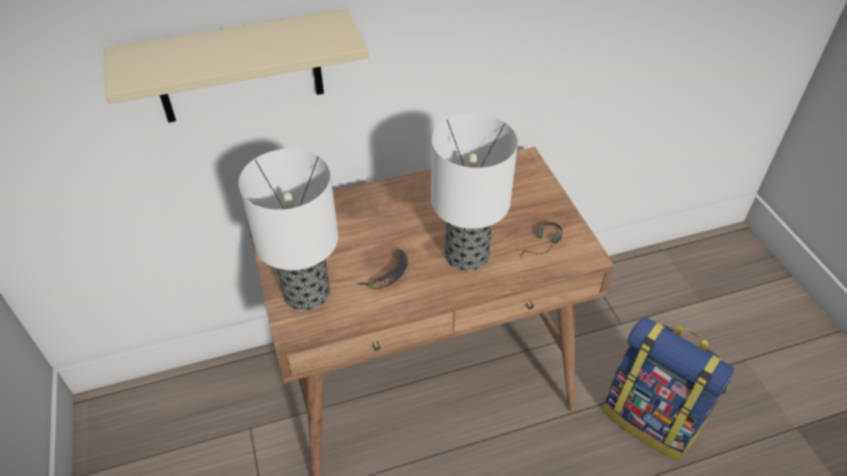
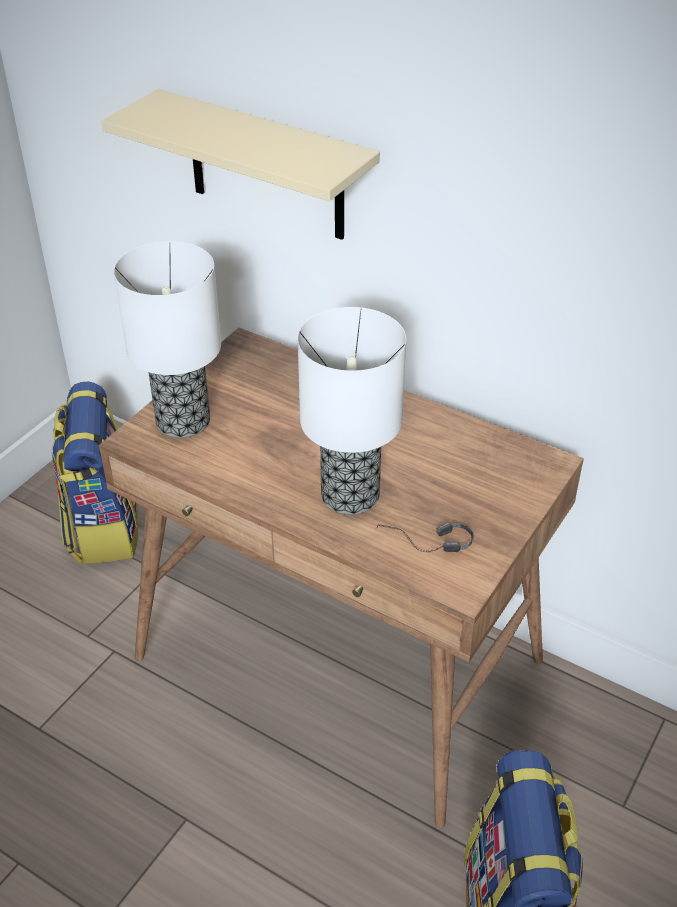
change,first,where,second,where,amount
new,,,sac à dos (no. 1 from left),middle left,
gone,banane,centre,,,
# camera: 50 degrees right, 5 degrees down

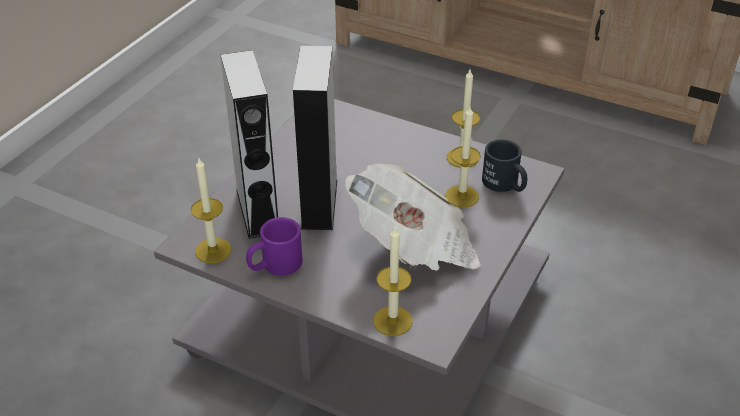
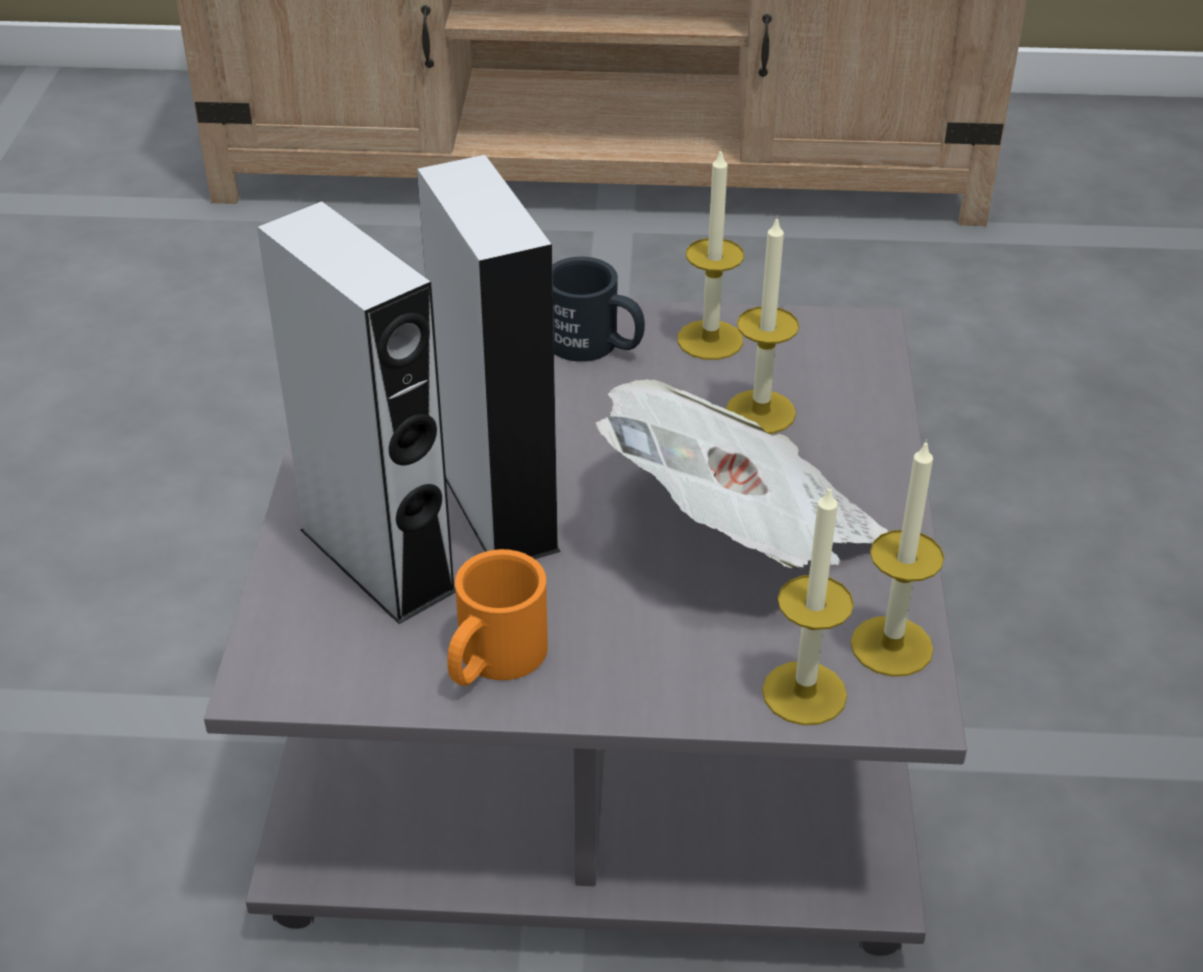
change,first,where,second,where,amount
repainted,mug [violet],centre,mug [orange],centre,
shifted,mug [noir],middle right,,top centre,
shifted,bougie (no. 1 from left in the first image),middle left,bougie (no. 4 from left),middle right,
# camera: 25 degrees left, 0 degrees up

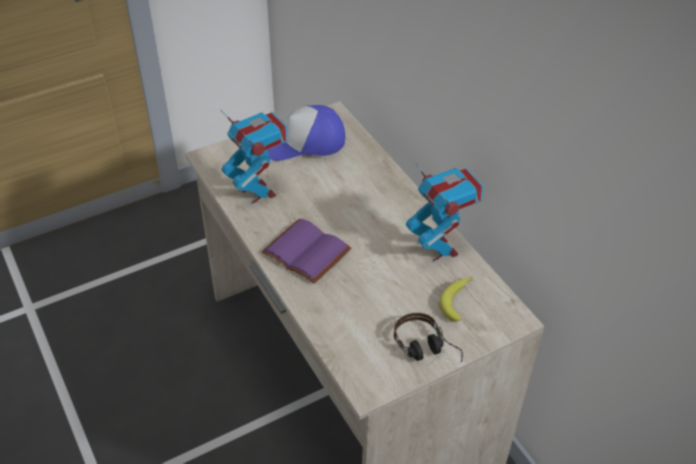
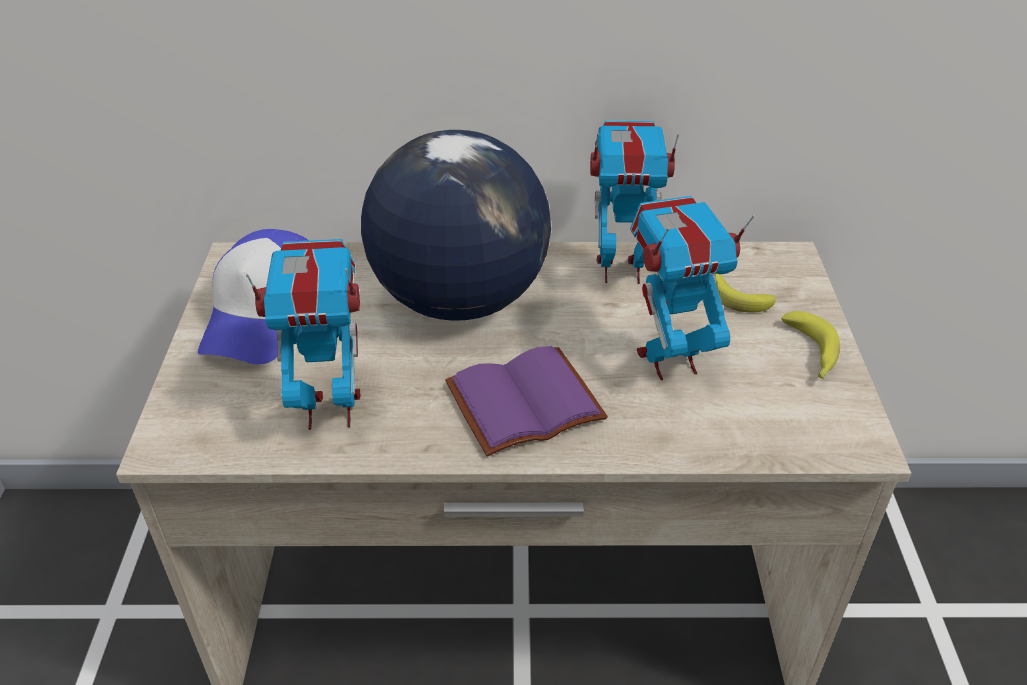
change,first,where,second,where,amount
new,,,globe,top centre,
new,,,robot jouet (no. 3 from left),middle right,
swapped,casque audio,bottom centre,banane (no. 2 from left),middle right,
# camera: 60 degrees left, 5 degrees down

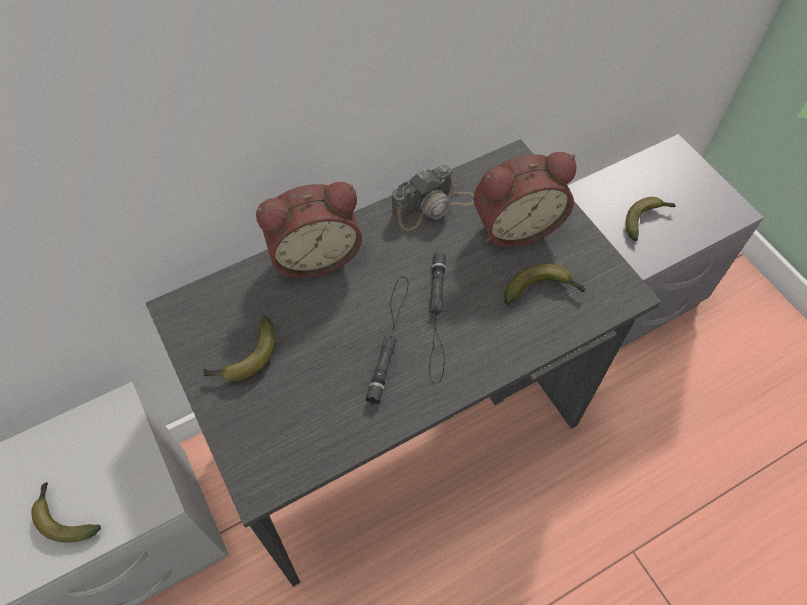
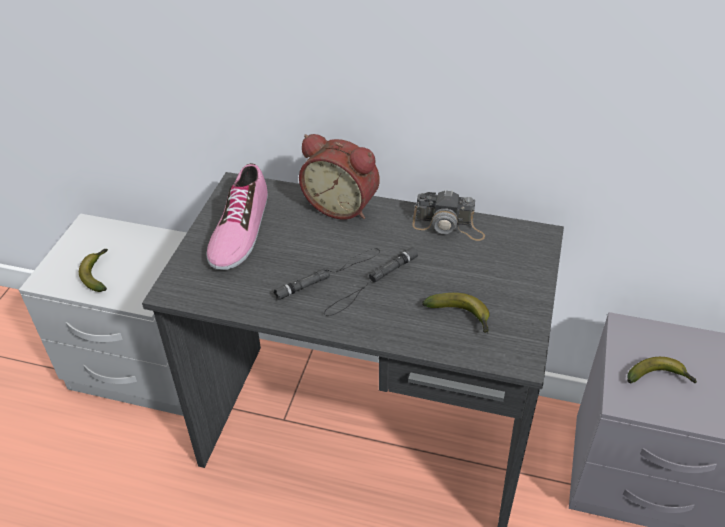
change,first,where,second,where,amount
swapped,banane (no. 2 from left),middle left,chaussure,middle left,
gone,réveil (no. 2 from left),top centre,,,
# camera: 45 degrees right, 15 degrees down

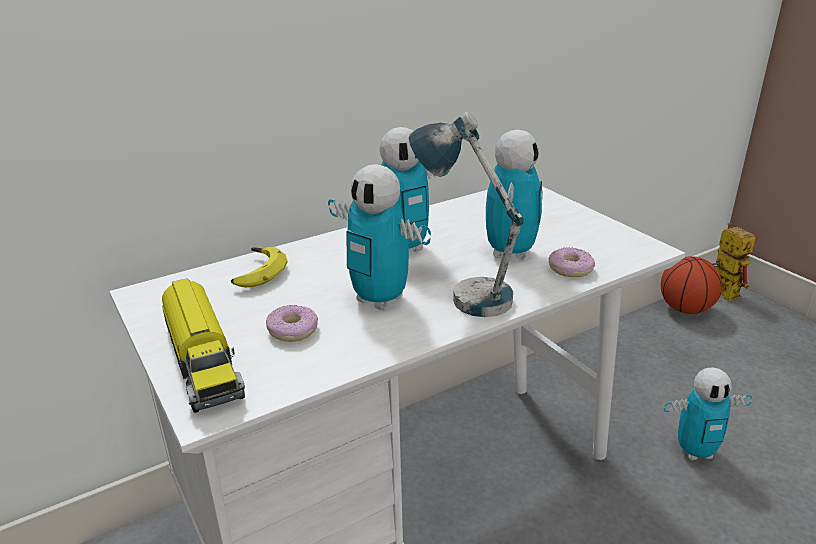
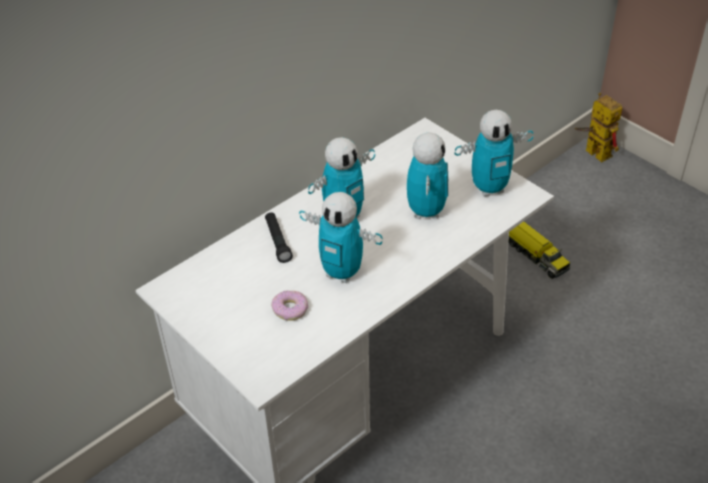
change,first,where,second,where,amount
new,,,lampe de poche [noir],centre,
shifted,robot jouet (no. 4 from left),bottom right,,top right,
shifted,camion jouet,middle left,,middle right,
gone,banane,middle left,,,
gone,lampe de table,centre,,,
gone,beignet (no. 2 from left),middle right,,,
gone,ballon de basket,middle right,,,
# camera: 10 degrees left, 15 degrees up

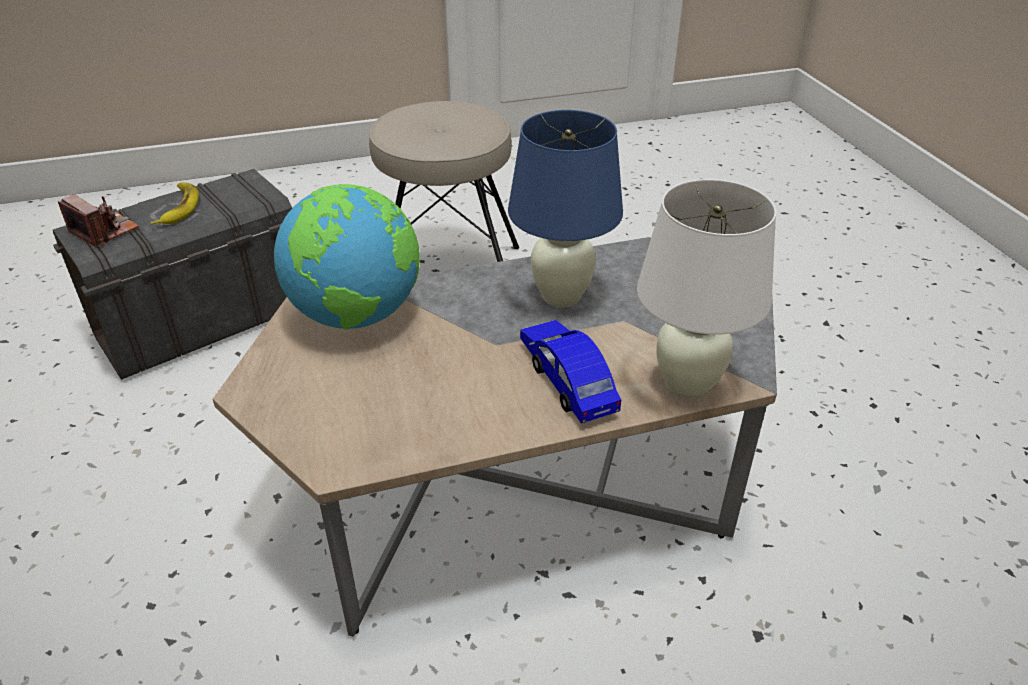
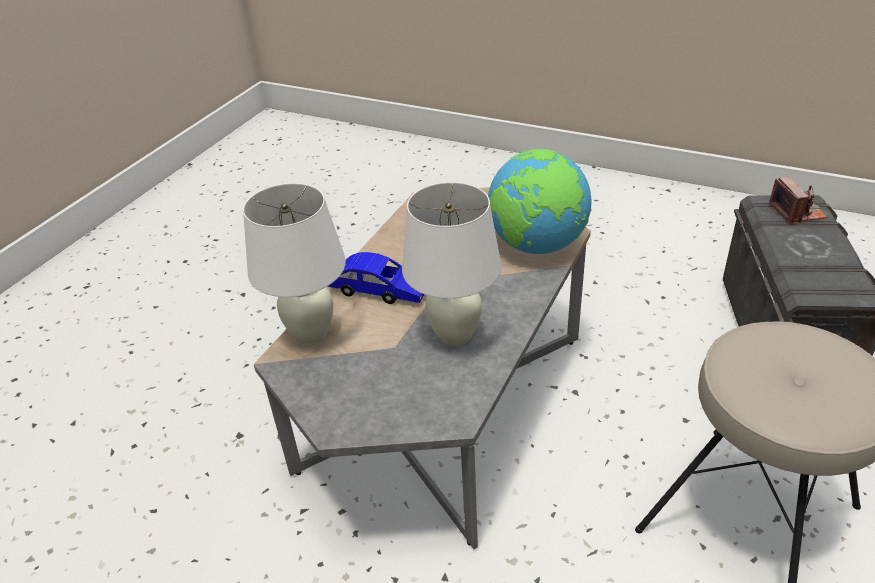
change,first,where,second,where,amount
repainted,lampe de table [bleu],top centre,lampe de table [blanc] (no. 2 from left),centre,
rotated,appareil photo,top left,,middle right,90 degrees counterclockwise
gone,banane,top left,,,
# camera: 135 degrees right, 0 degrees up

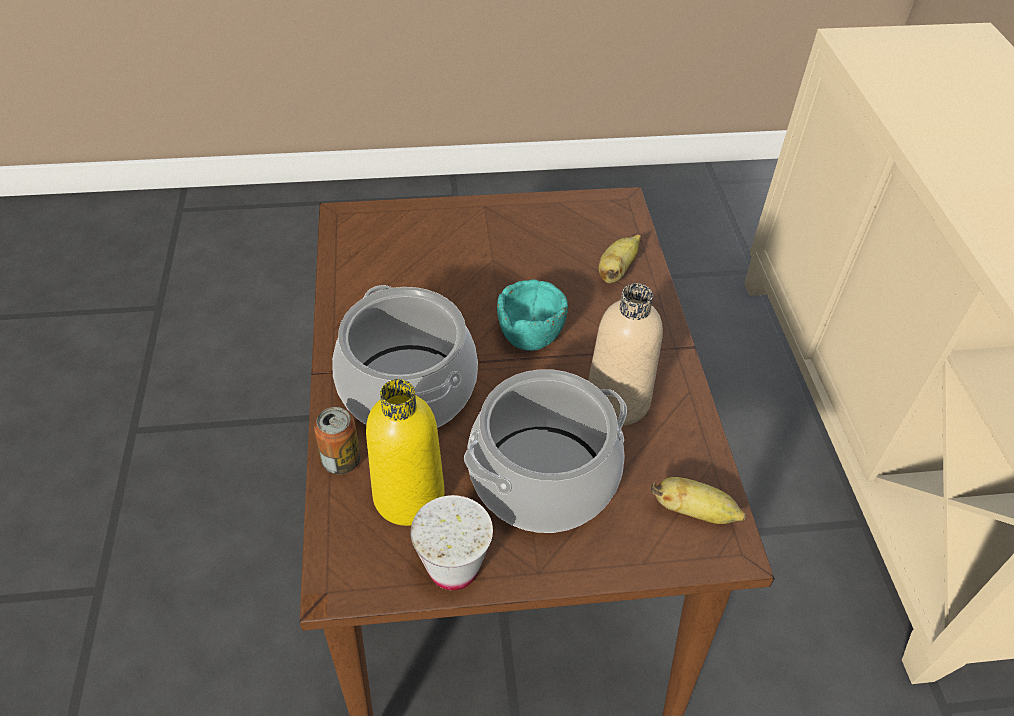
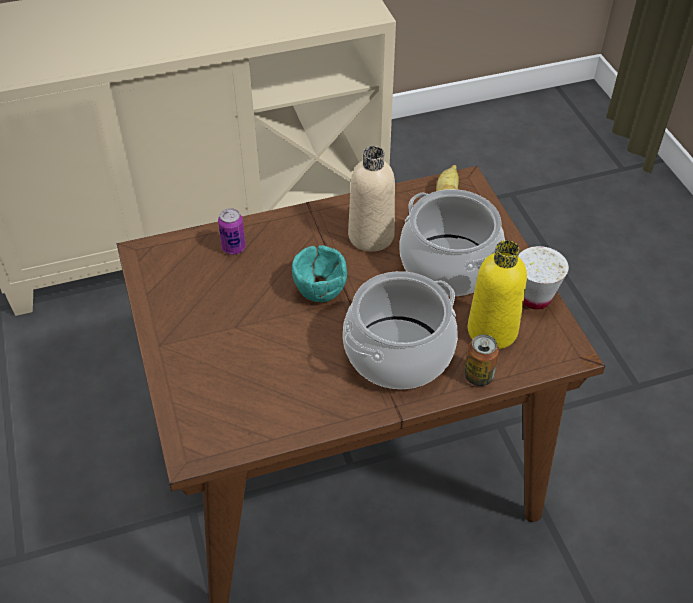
change,first,where,second,where,amount
swapped,banane (no. 1 from left),centre,boîte métallique (no. 1 from left),centre,
# camera: 100 degrees left, 0 degrees up

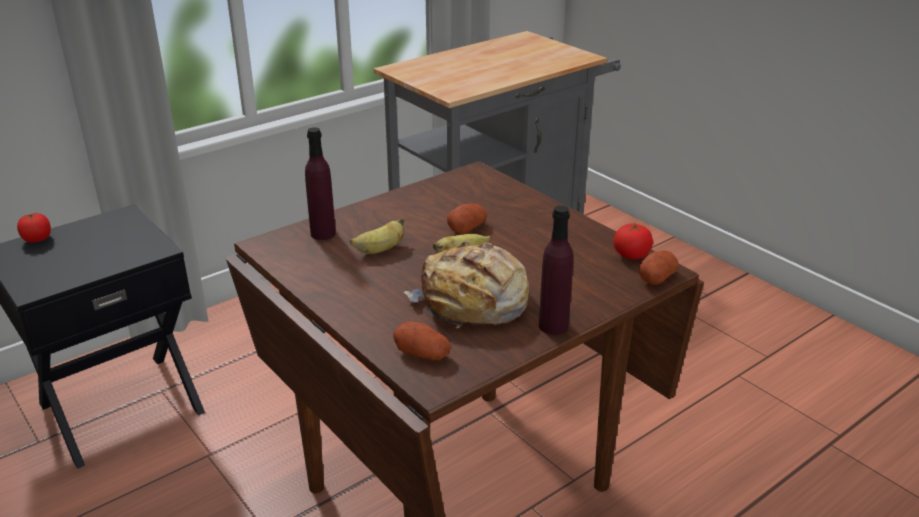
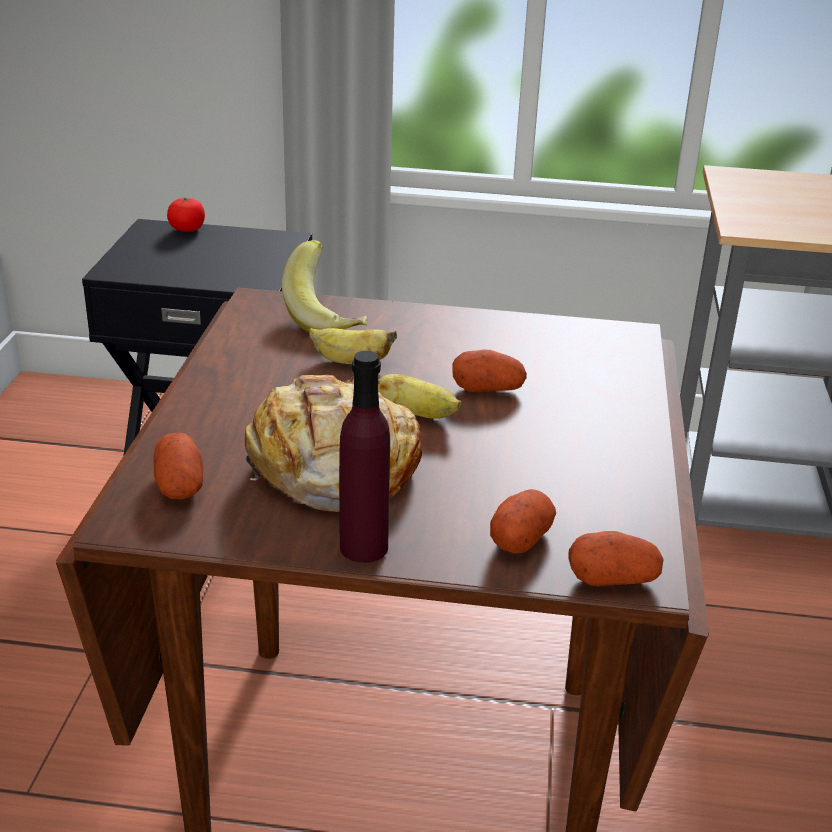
change,first,where,second,where,amount
swapped,bouteille [violet] (no. 1 from left),centre,banane (no. 1 from left),centre,
new,,,pomme de terre (no. 3 from left),centre,
gone,tomate (no. 2 from left),middle right,,,
# camera: 45 degrees right, 0 degrees up

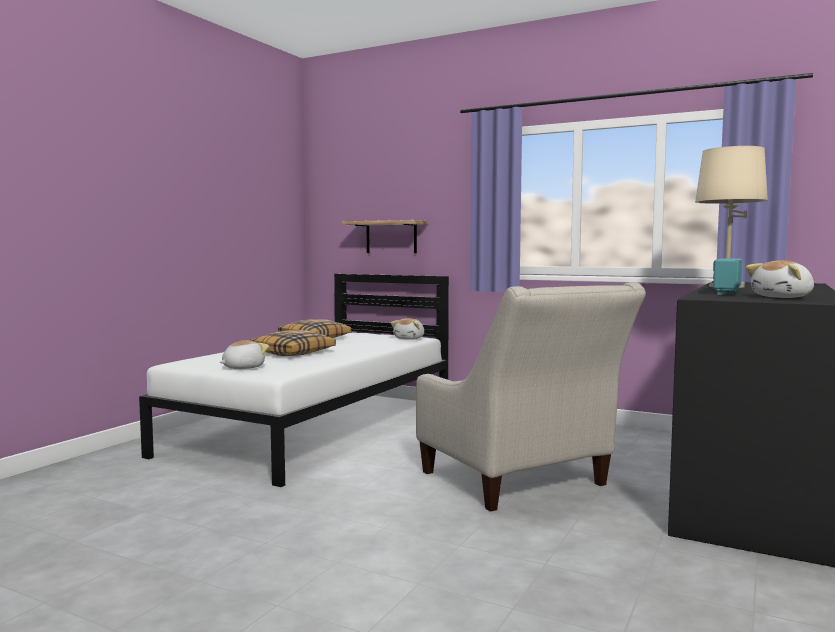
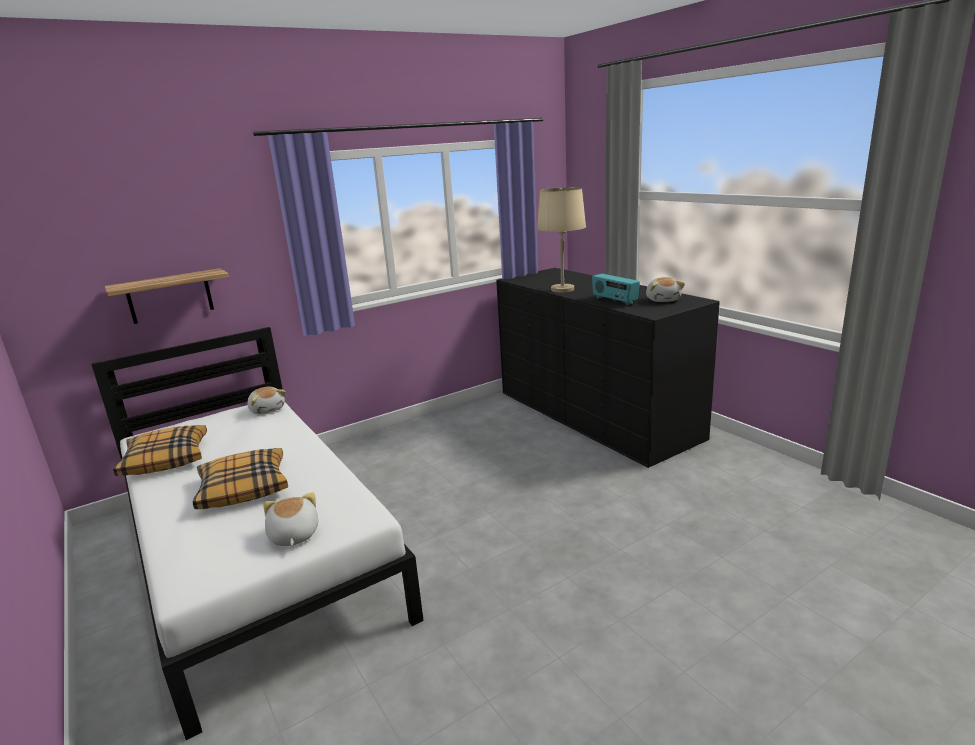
change,first,where,second,where,amount
gone,fauteuil [beige],centre,,,
# camera: 60 degrees left, 15 degrees up

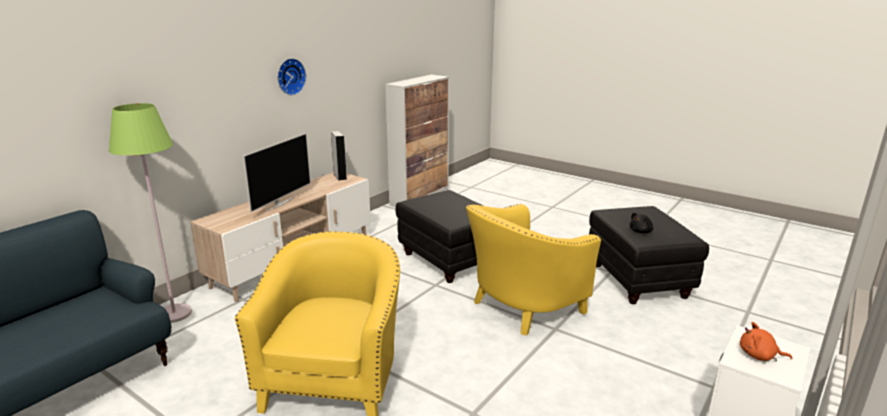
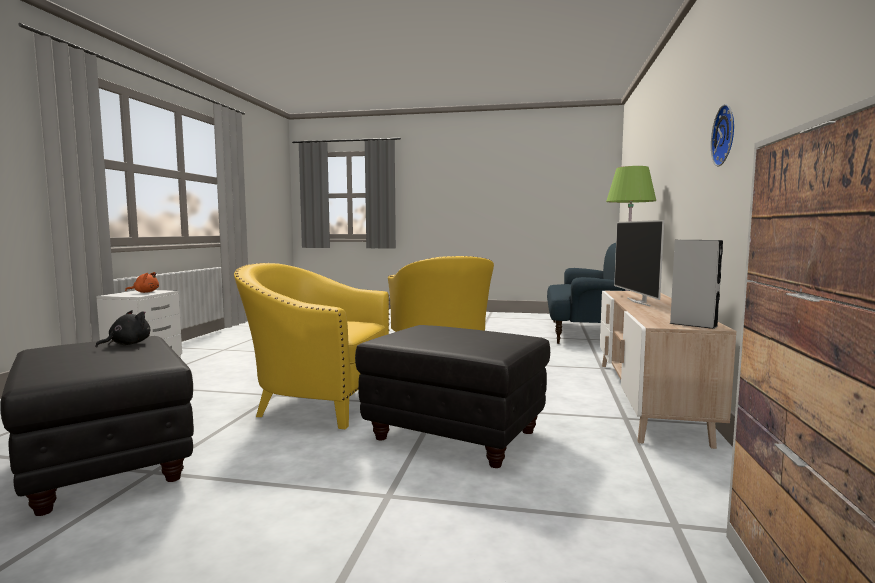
change,first,where,second,where,amount
rotated,fauteuil [jaune] (no. 2 from left in the first image),centre,fauteuil [jaune] (no. 1 from left),centre,105 degrees counterclockwise
# camera: 155 degrees right, 15 degrees down

